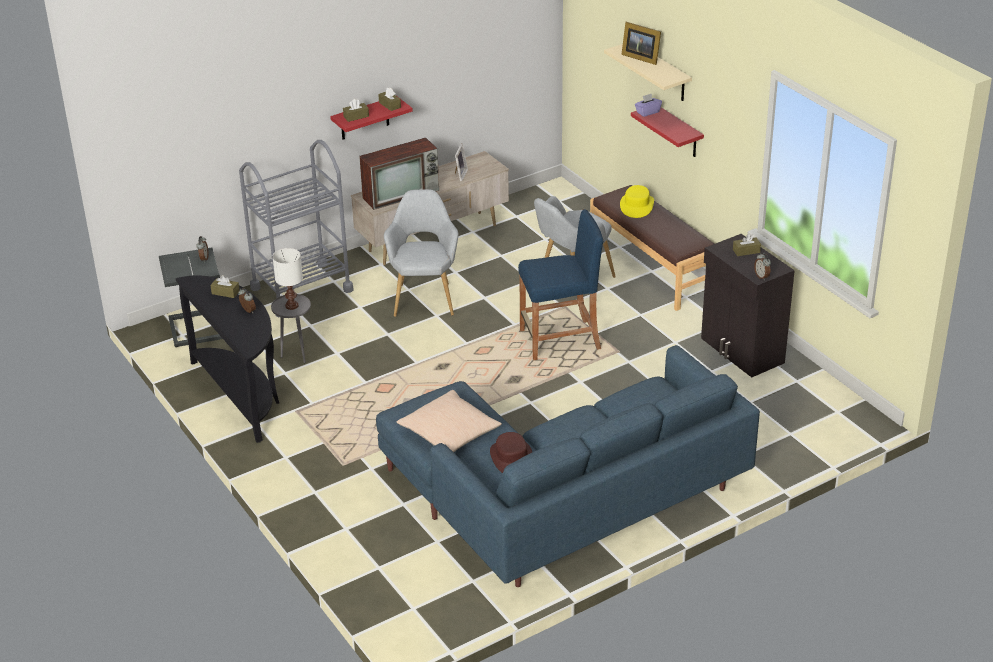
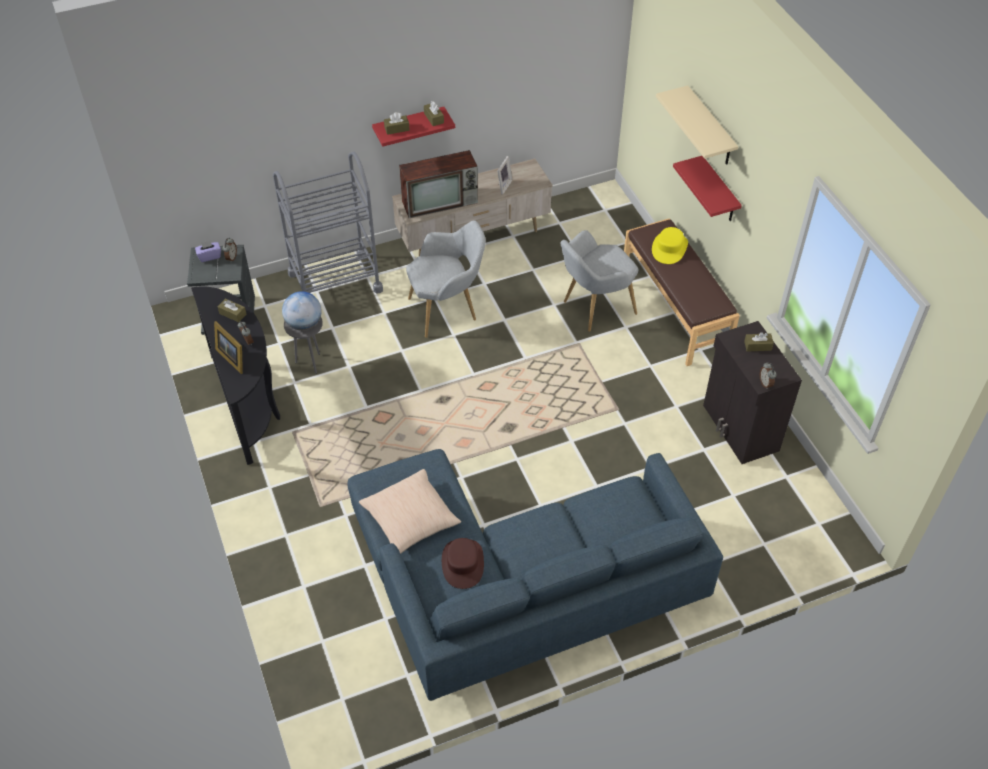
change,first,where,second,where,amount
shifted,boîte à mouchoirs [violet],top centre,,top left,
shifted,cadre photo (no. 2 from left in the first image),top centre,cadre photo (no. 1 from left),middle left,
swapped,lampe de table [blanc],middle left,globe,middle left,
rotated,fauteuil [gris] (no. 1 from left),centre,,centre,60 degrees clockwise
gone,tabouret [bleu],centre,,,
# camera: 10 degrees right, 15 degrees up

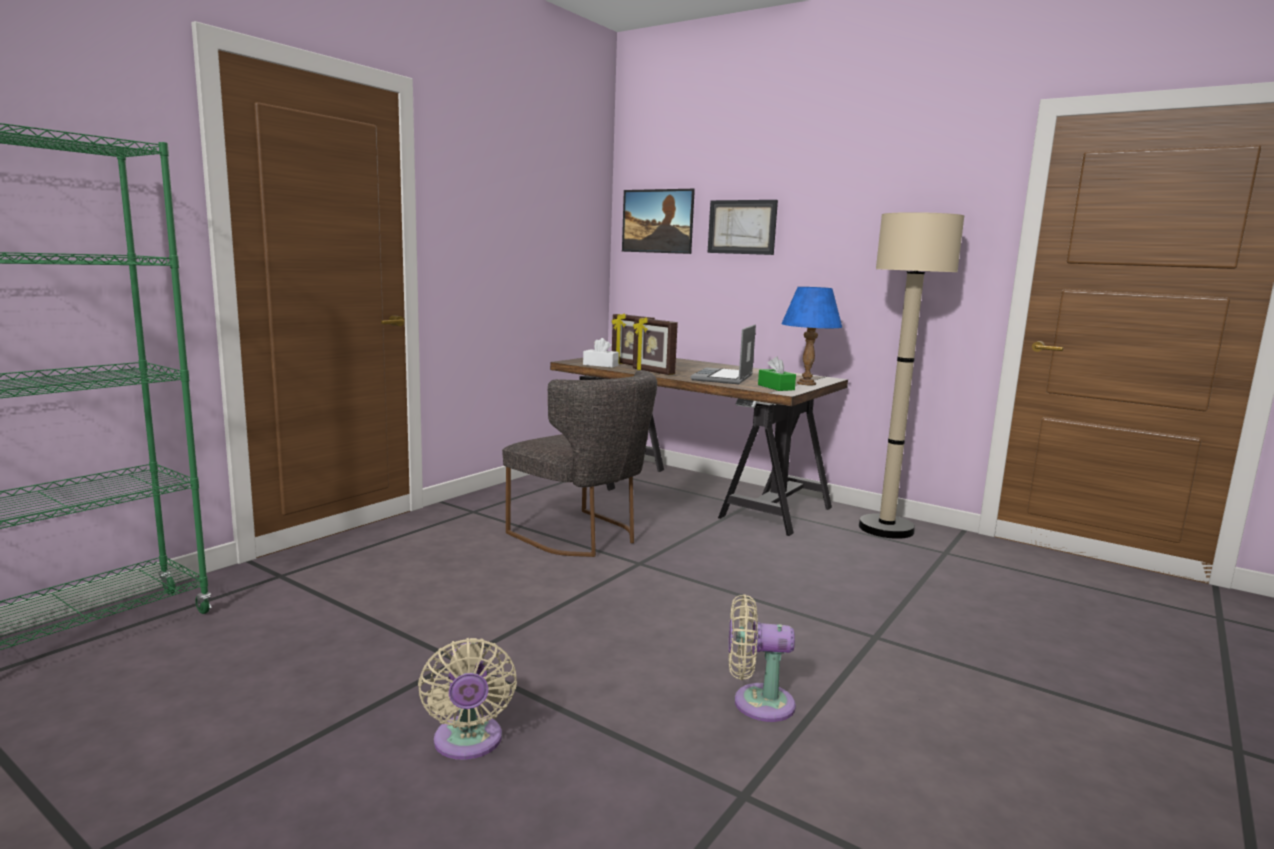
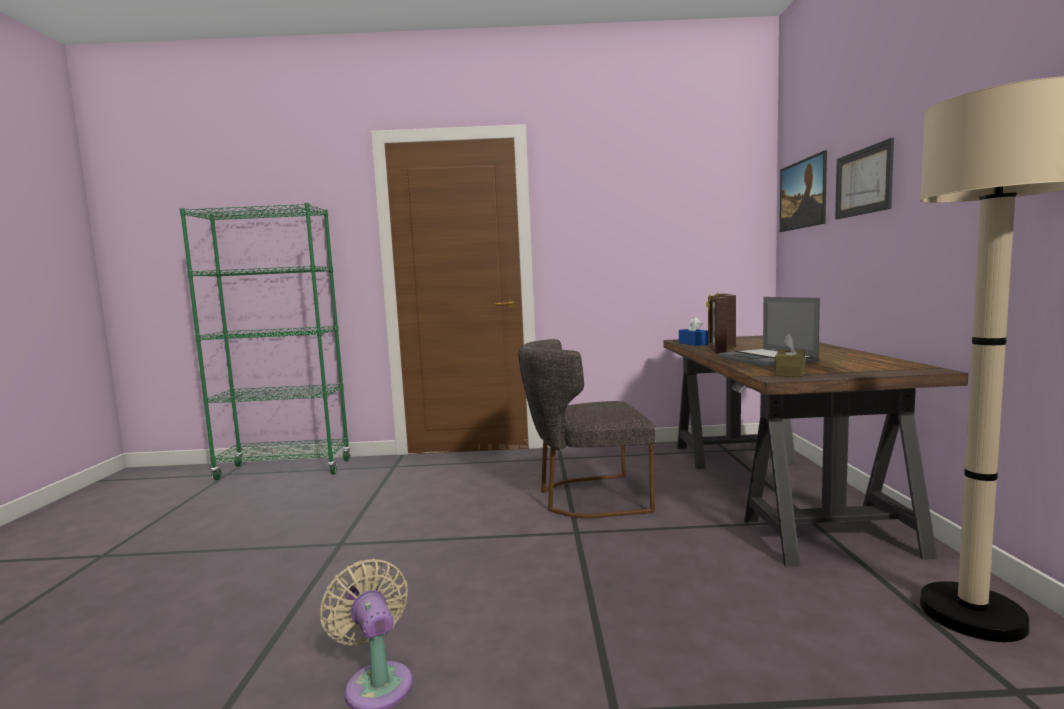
change,first,where,second,where,amount
rotated,chaise [gris],centre,,centre,75 degrees clockwise
repainted,boîte à mouchoirs [blanc],centre,boîte à mouchoirs [bleu],centre,
rotated,ordinateur portable,centre,,middle right,90 degrees counterclockwise
repainted,boîte à mouchoirs [vert],centre,boîte à mouchoirs [marron],middle right,
gone,ventilateur [beige] (no. 1 from left),bottom centre,,,
gone,lampe de table [bleu],centre,,,
# camera: 55 degrees right, 5 degrees down

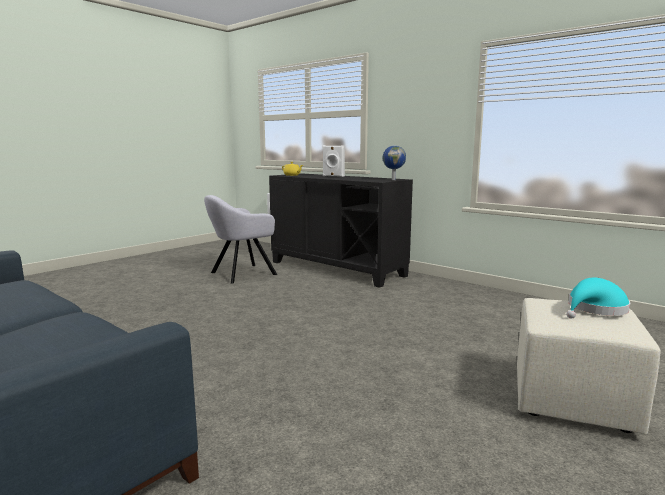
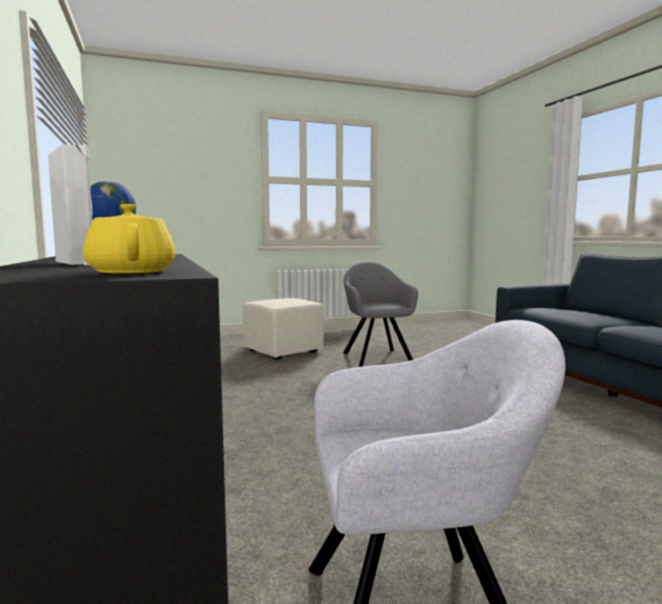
change,first,where,second,where,amount
new,,,fauteuil [gris] (no. 1 from left),centre,
gone,chapeau [turquoise],middle right,,,
# camera: 150 degrees left, 5 degrees down

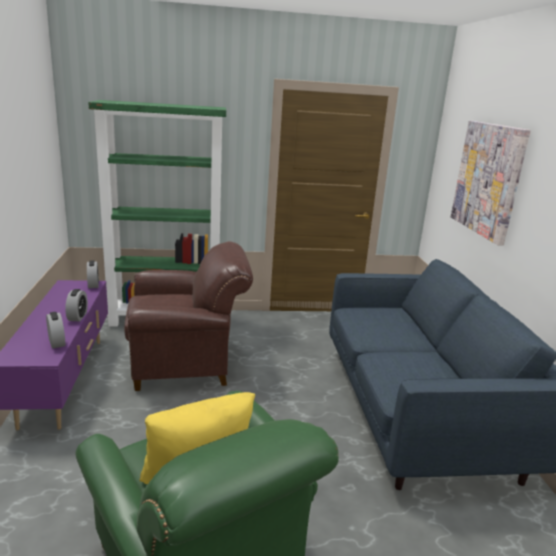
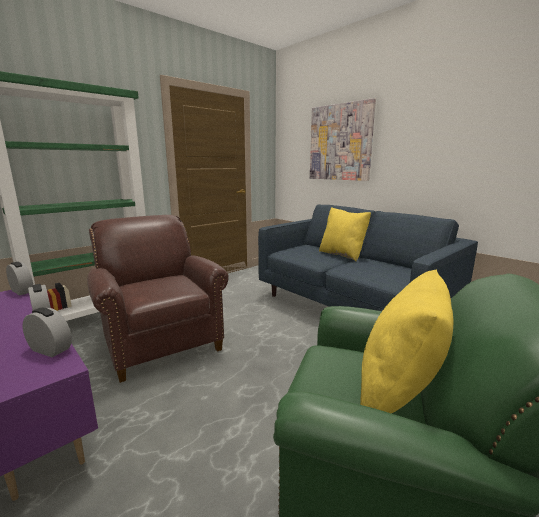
change,first,where,second,where,amount
rotated,fauteuil [marron],centre,,middle left,75 degrees counterclockwise
new,,,coussin [jaune] (no. 1 from left),centre,
# camera: 35 degrees left, 5 degrees down

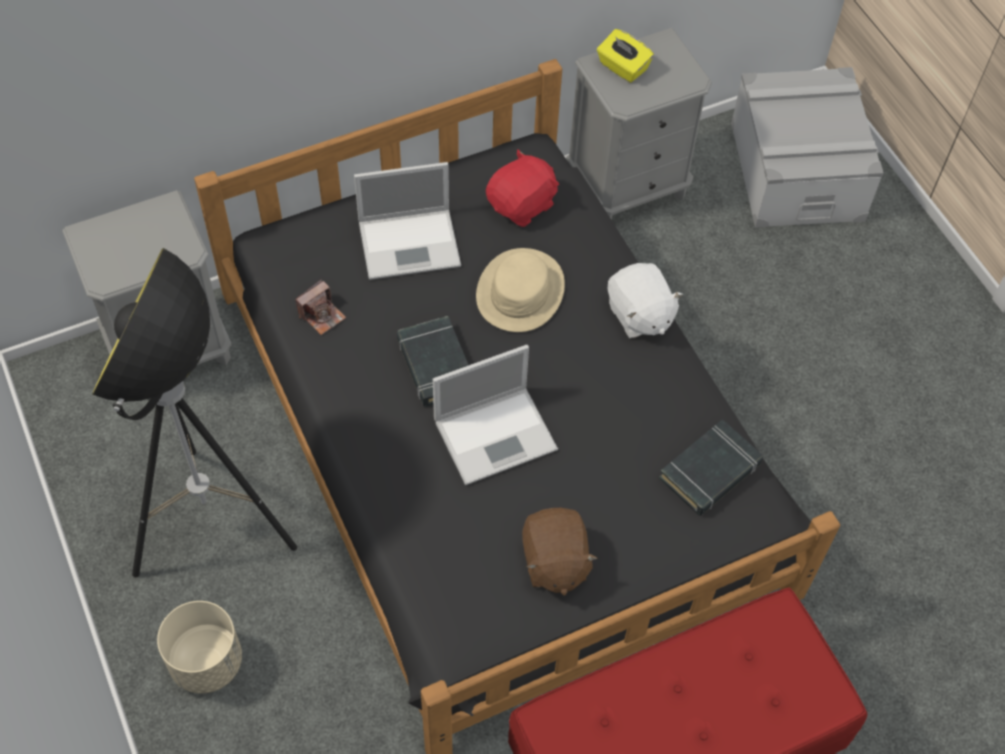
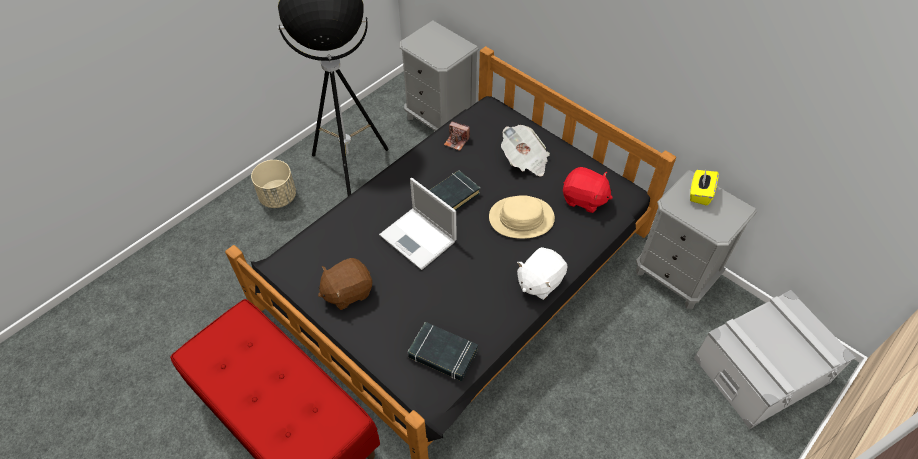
change,first,where,second,where,amount
swapped,ordinateur portable (no. 1 from left),top centre,journal,top centre,
# camera: 70 degrees right, 5 degrees down

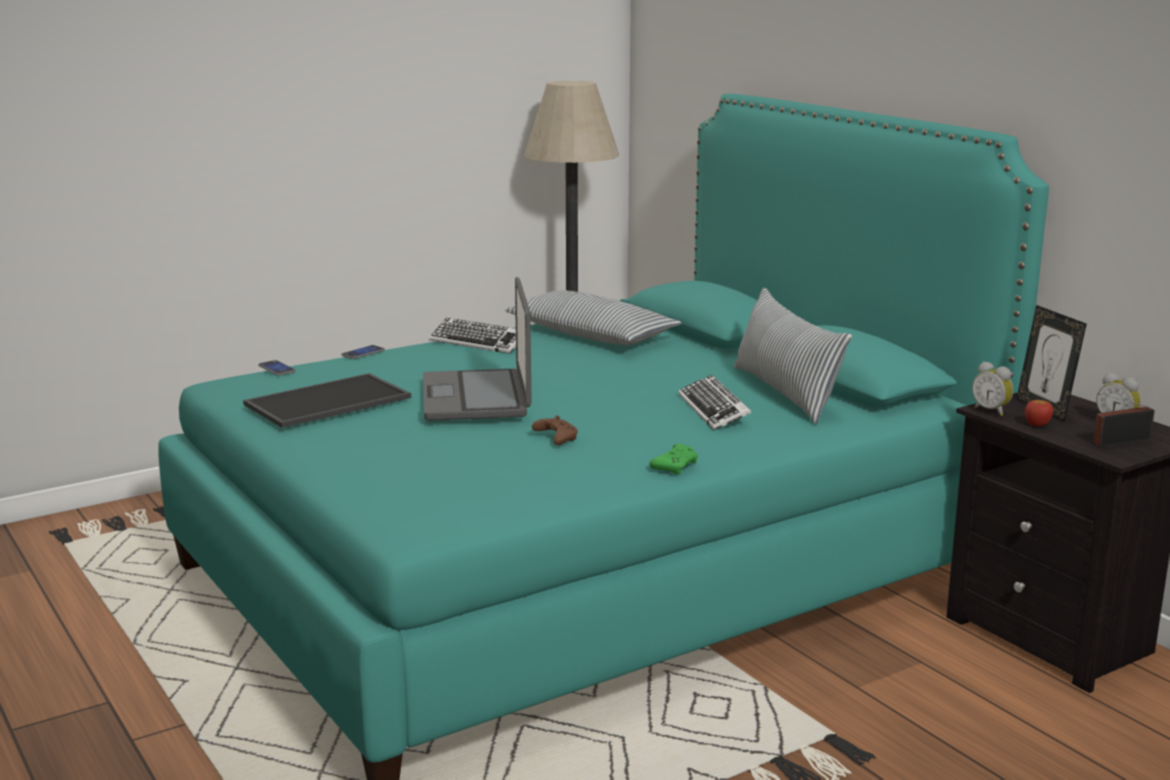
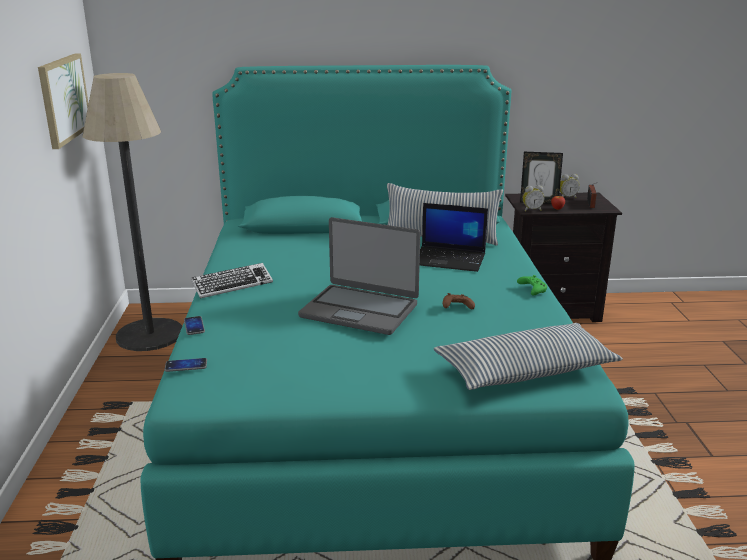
change,first,where,second,where,amount
new,,,tableau,top left,
swapped,clavier (no. 2 from left),centre,ordinateur portable (no. 2 from left),centre,
shifted,coussin (no. 1 from left in the first image),centre,coussin (no. 2 from left),middle right,
gone,plateau,middle left,,,
# camera: 60 degrees left, 5 degrees up

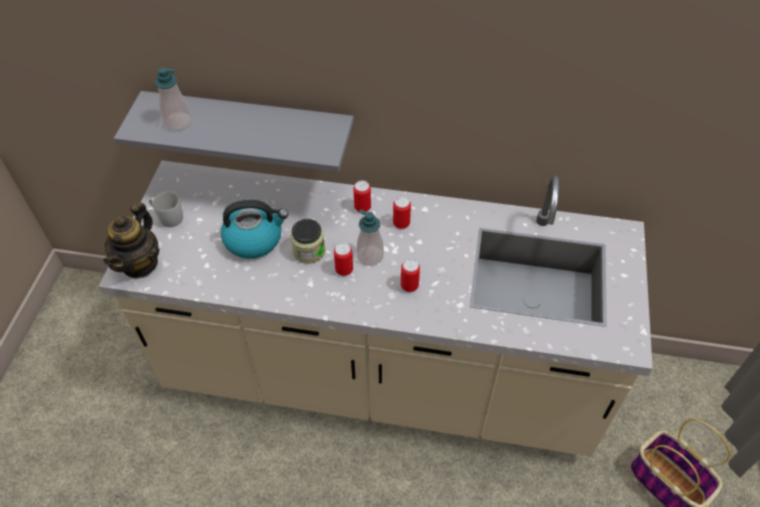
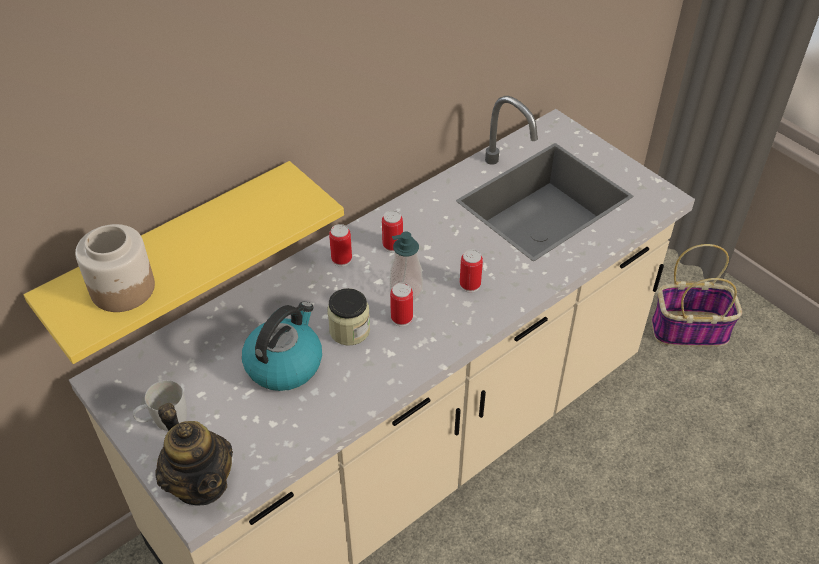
change,first,where,second,where,amount
repainted,étagère [gris],top left,étagère [jaune],middle left,
swapped,distributeur de savon (no. 1 from left),top left,bocal (no. 1 from left),middle left,
# camera: 50 degrees left, 5 degrees down

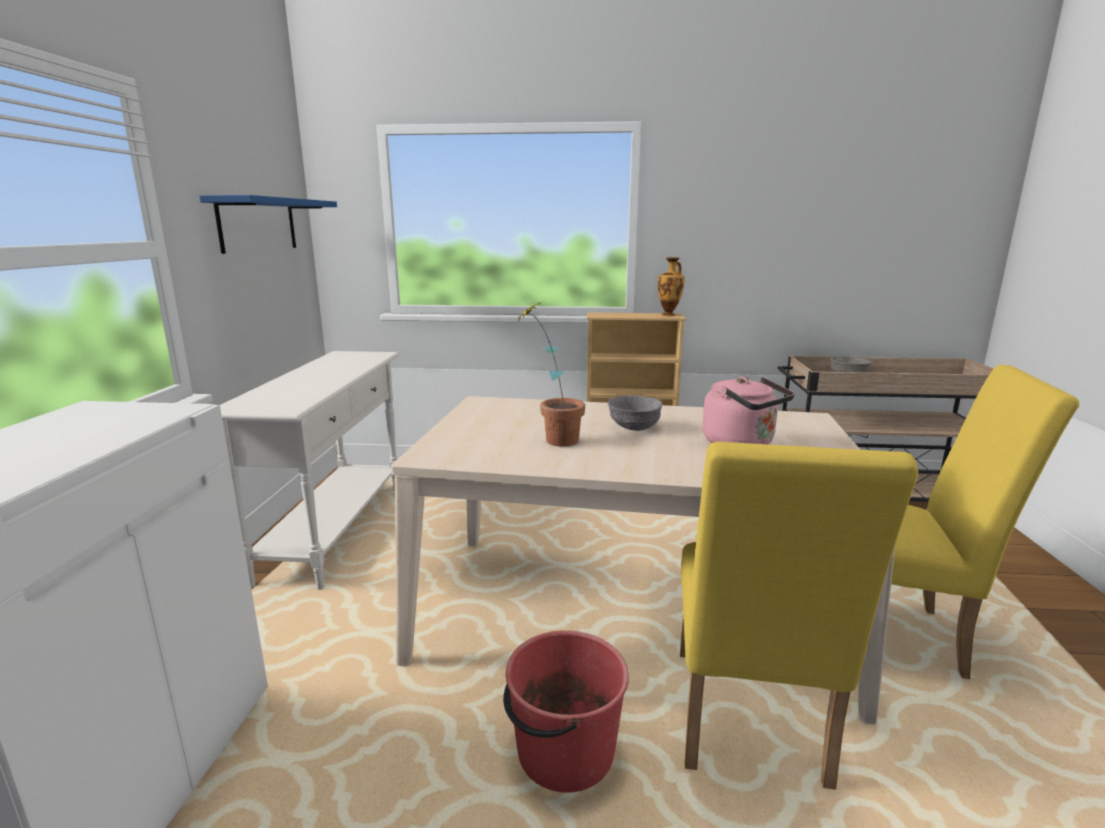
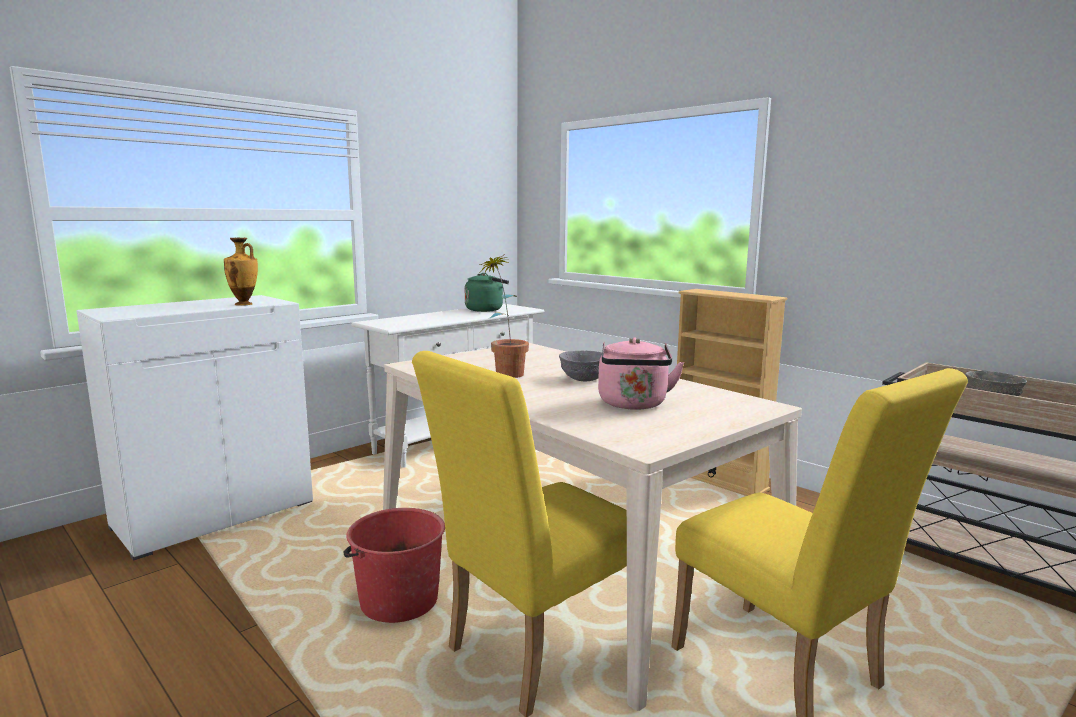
change,first,where,second,where,amount
shifted,vase,centre,,middle left,
new,,,bouilloire [vert],centre,
gone,étagère [bleu],top left,,,
# camera: 40 degrees right, 5 degrees down

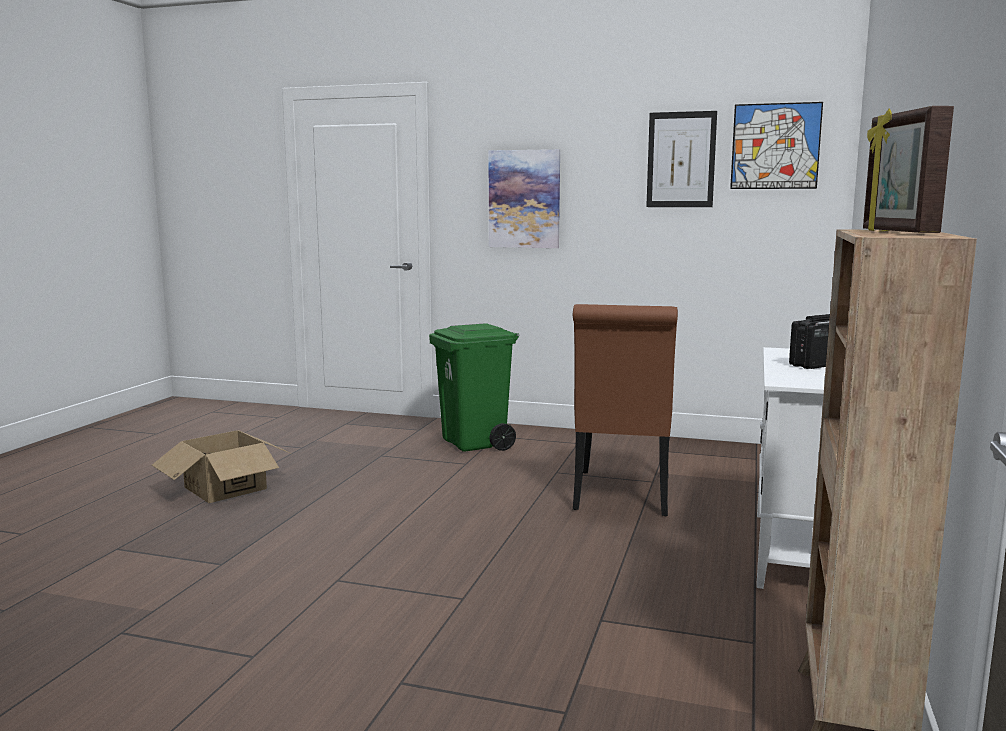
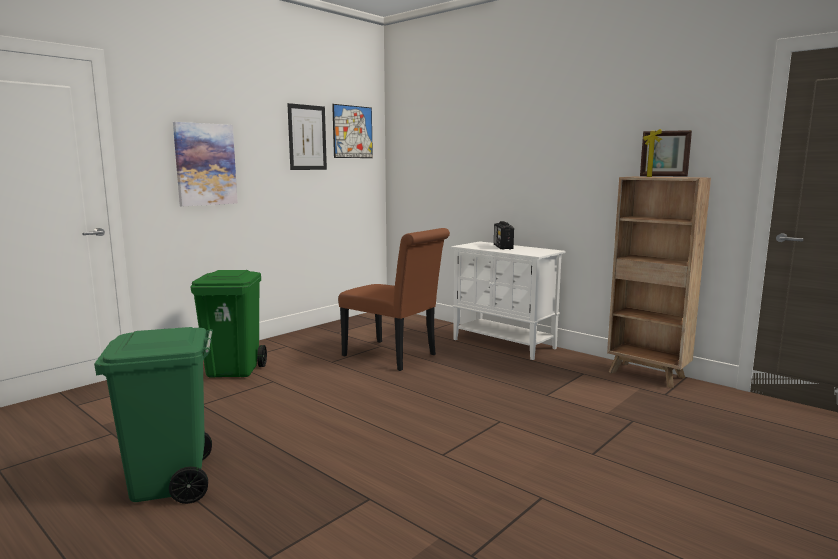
change,first,where,second,where,amount
swapped,carton,middle left,poubelle [vert] (no. 1 from left),bottom left,
# camera: 65 degrees left, 0 degrees up

